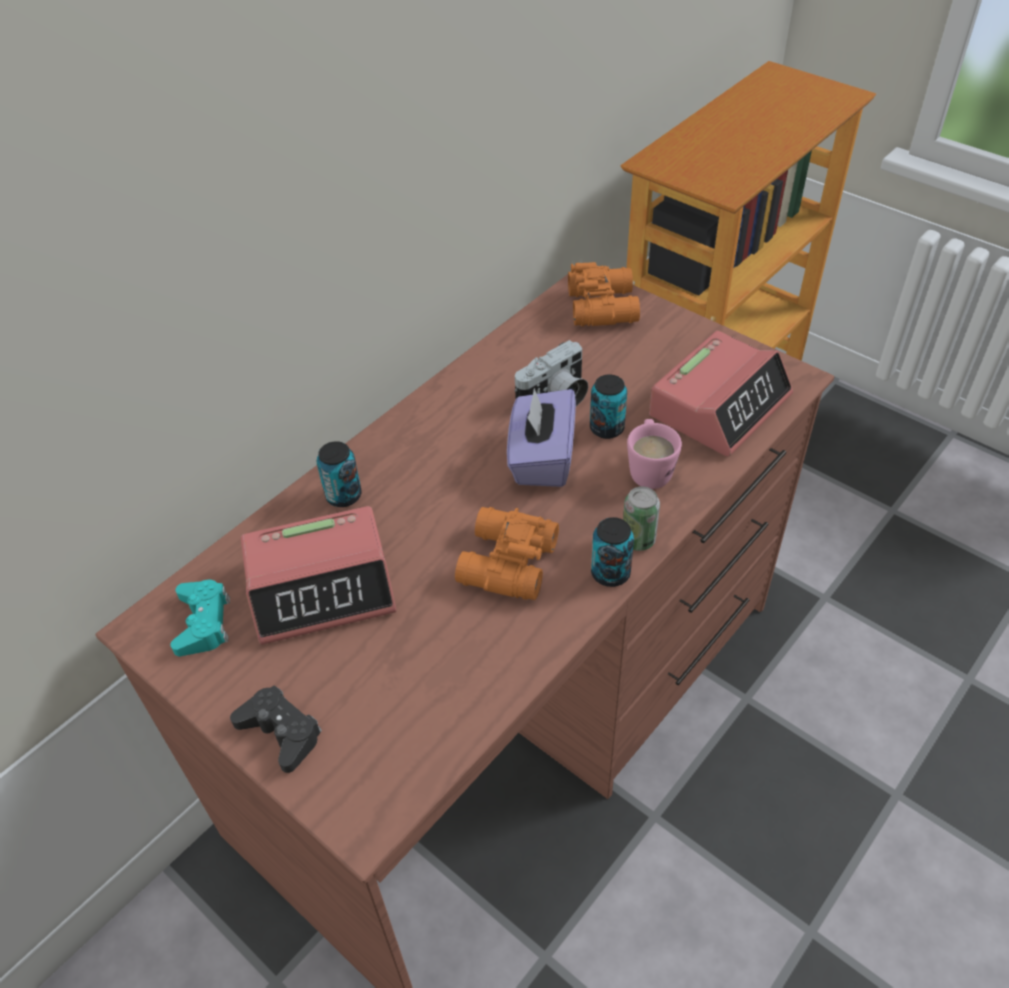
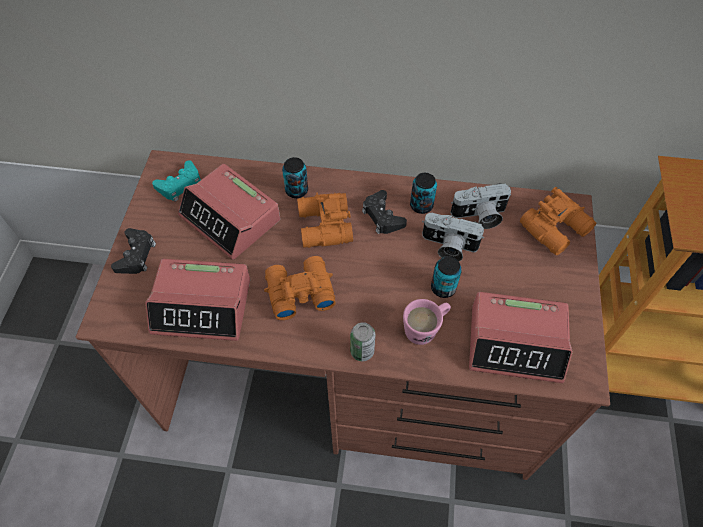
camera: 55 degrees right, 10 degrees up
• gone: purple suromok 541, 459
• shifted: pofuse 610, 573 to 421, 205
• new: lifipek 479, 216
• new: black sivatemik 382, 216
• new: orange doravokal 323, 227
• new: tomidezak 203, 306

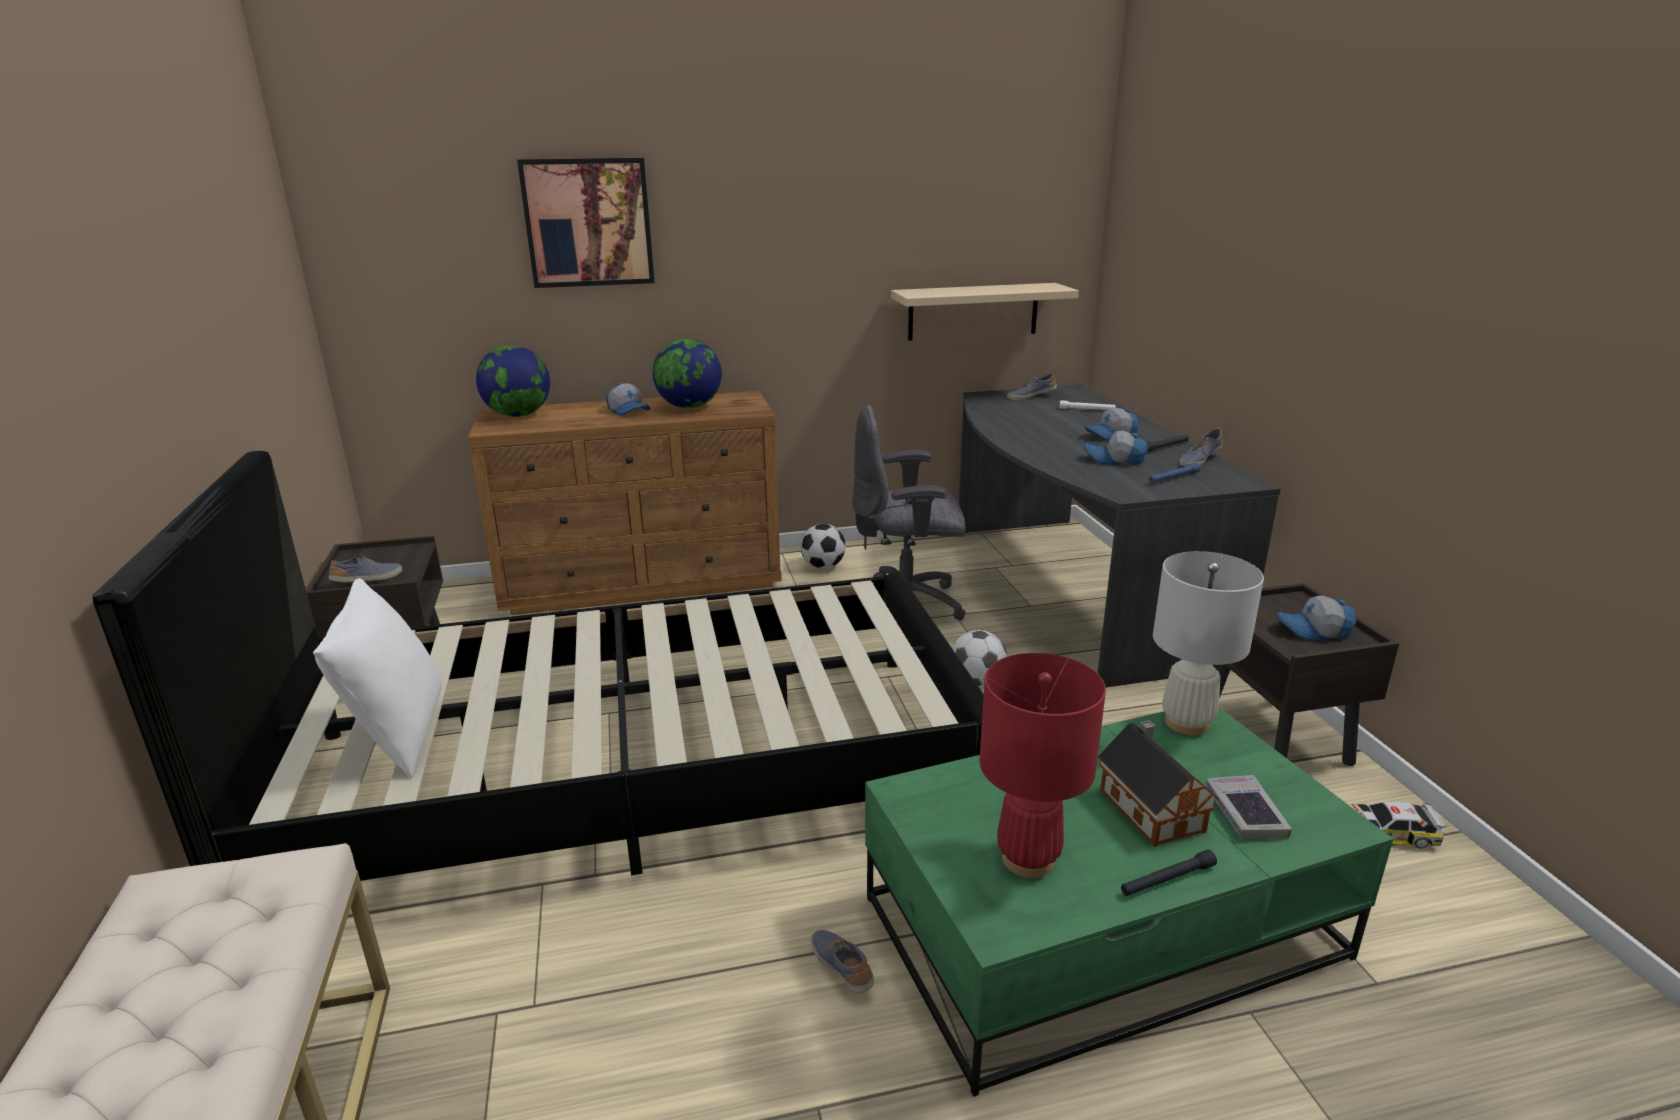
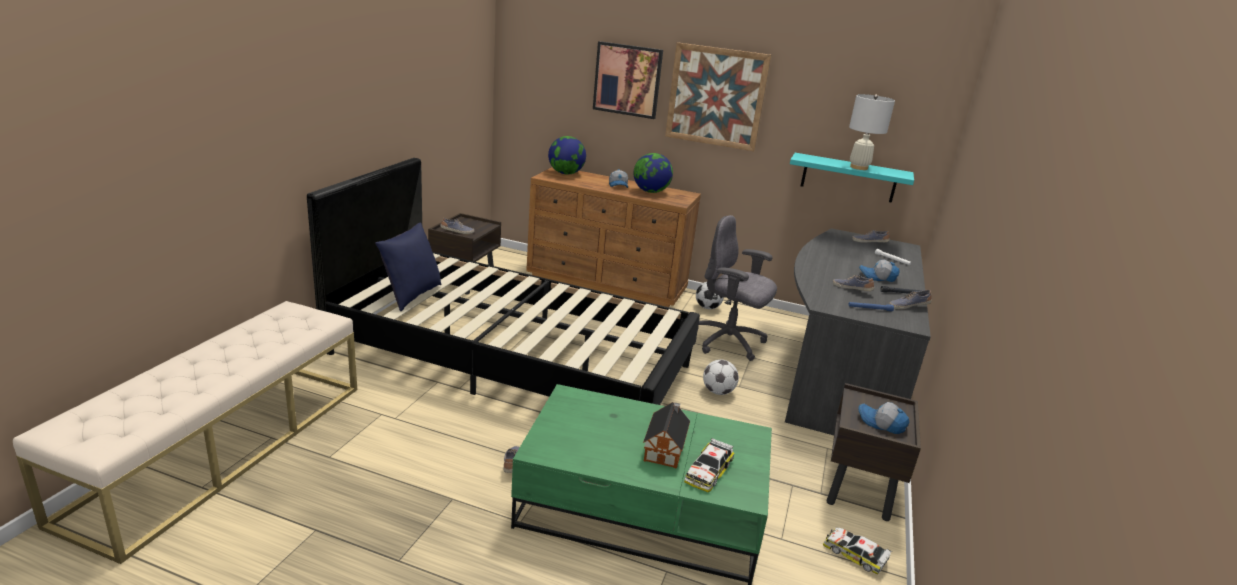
camera: 30 degrees right, 0 degrees up
• repainted: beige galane 973, 311 to turquoise galane 849, 178
• swapped: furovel 1114, 460 to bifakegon 852, 289
• shifted: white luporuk 1187, 723 to 858, 167
• repainted: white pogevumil 398, 736 to blue pogevumil 411, 296
• gone: red luporuk 1027, 859
• swapped: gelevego 1245, 813 to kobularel 708, 471
• gone: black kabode 1167, 880
• new: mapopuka 716, 97

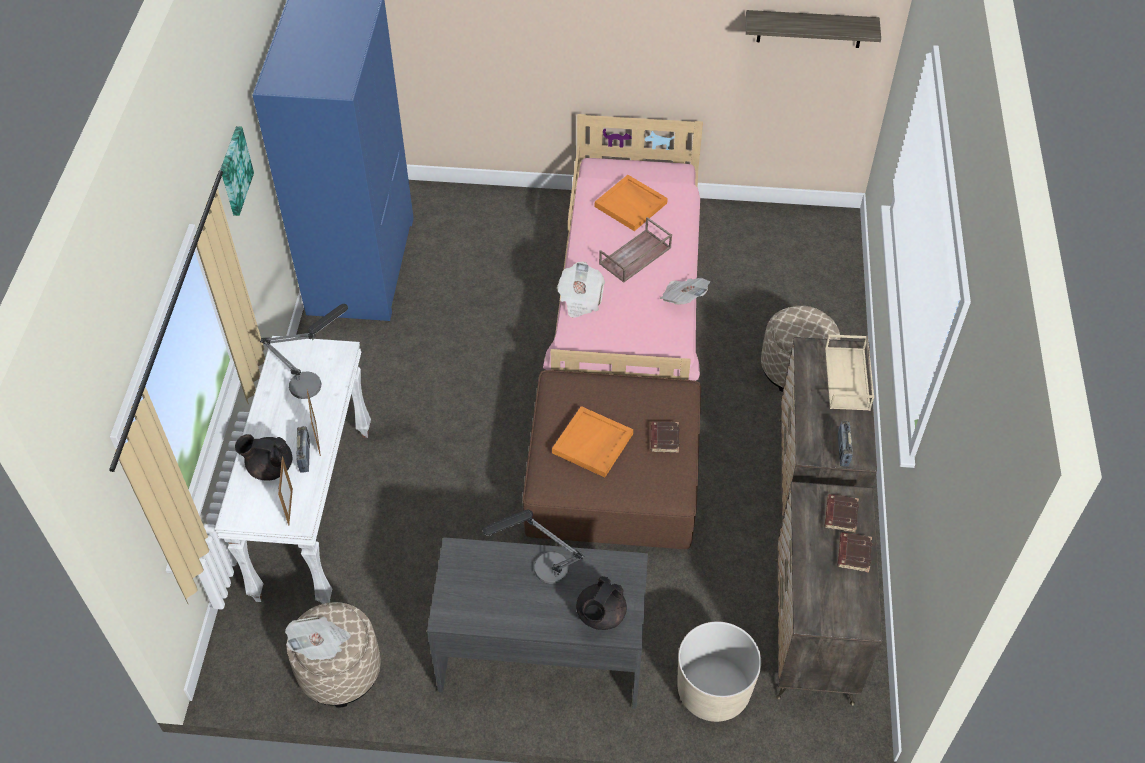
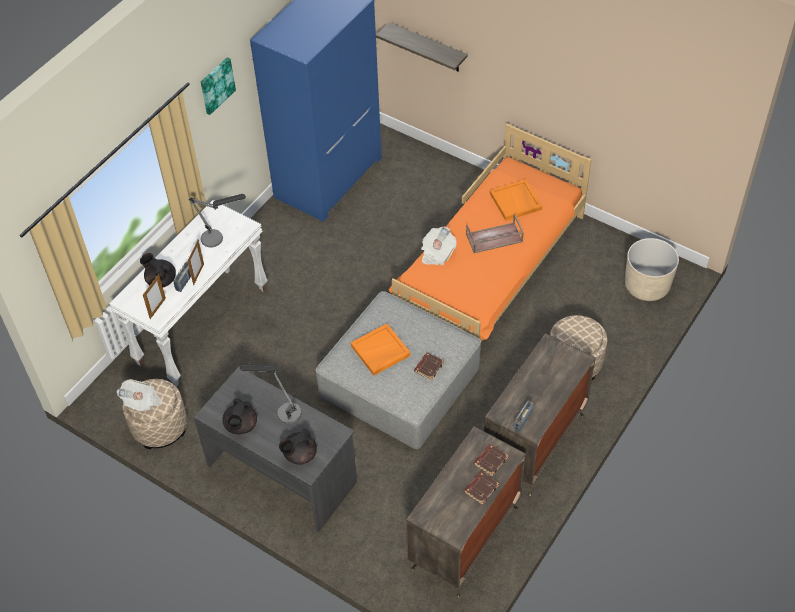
camera: 30 degrees right, 0 degrees up
• shifted: galane 810, 29 to 427, 48
• repainted: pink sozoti 629, 296 to orange sozoti 491, 266
• gone: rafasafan 683, 298
• gone: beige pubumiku 848, 379
• repainted: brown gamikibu 614, 476 to grey gamikibu 401, 382
• shifted: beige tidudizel 713, 690 to 646, 286
• new: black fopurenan 240, 426

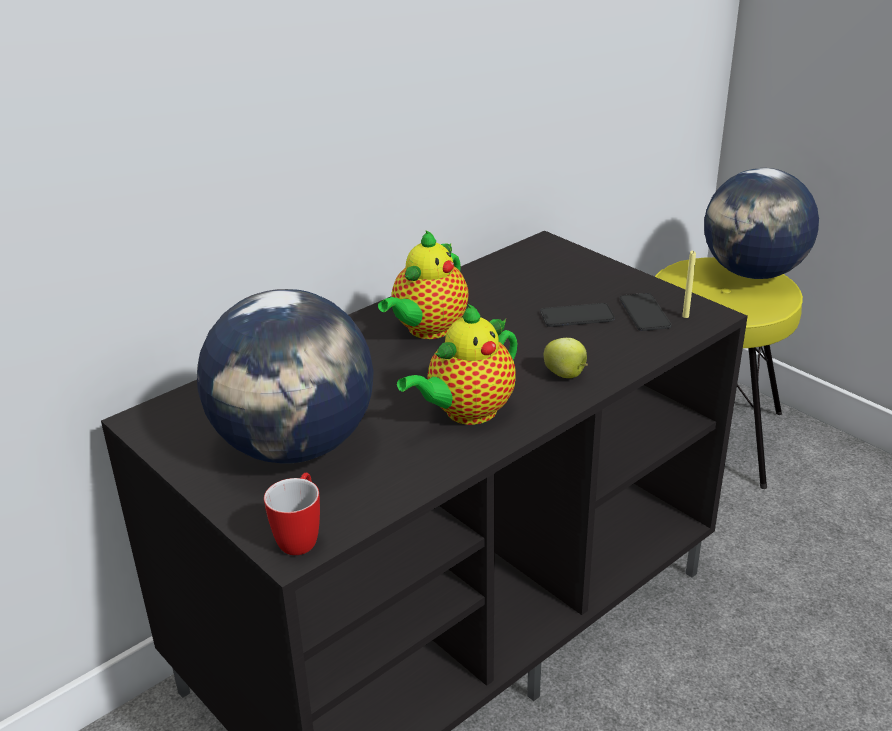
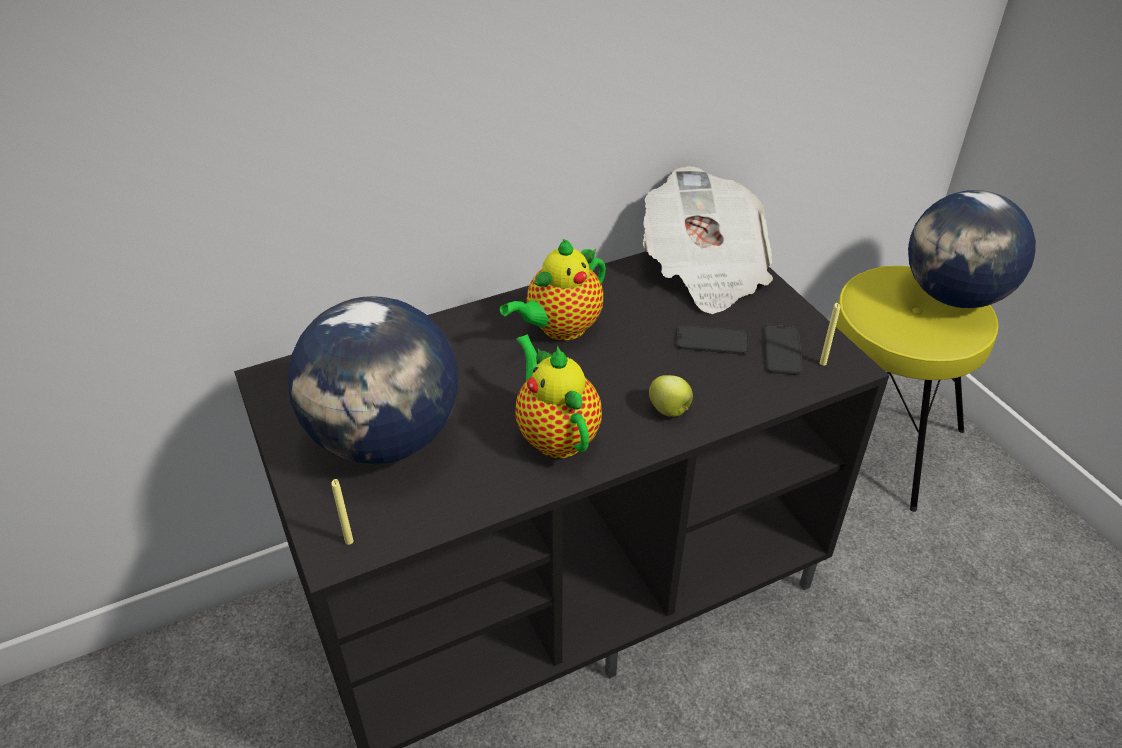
camera: 15 degrees right, 10 degrees up
• rotated: fopurenan 466, 412 = 555, 435 90 degrees clockwise
• swapped: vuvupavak 301, 536 to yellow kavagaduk 349, 541
• new: rafasafan 704, 270

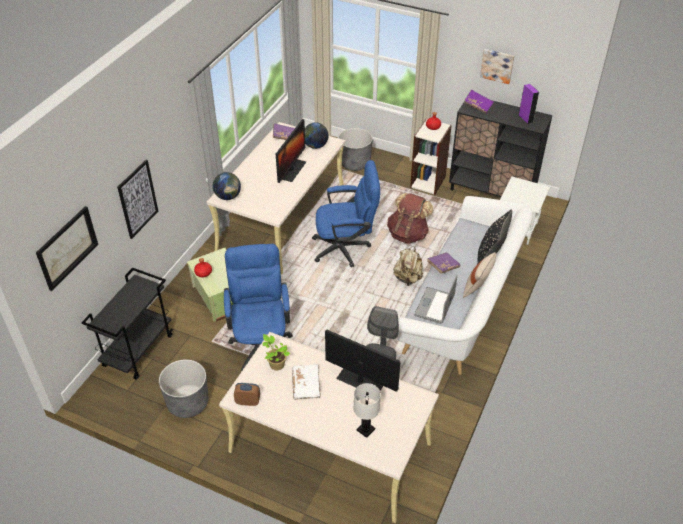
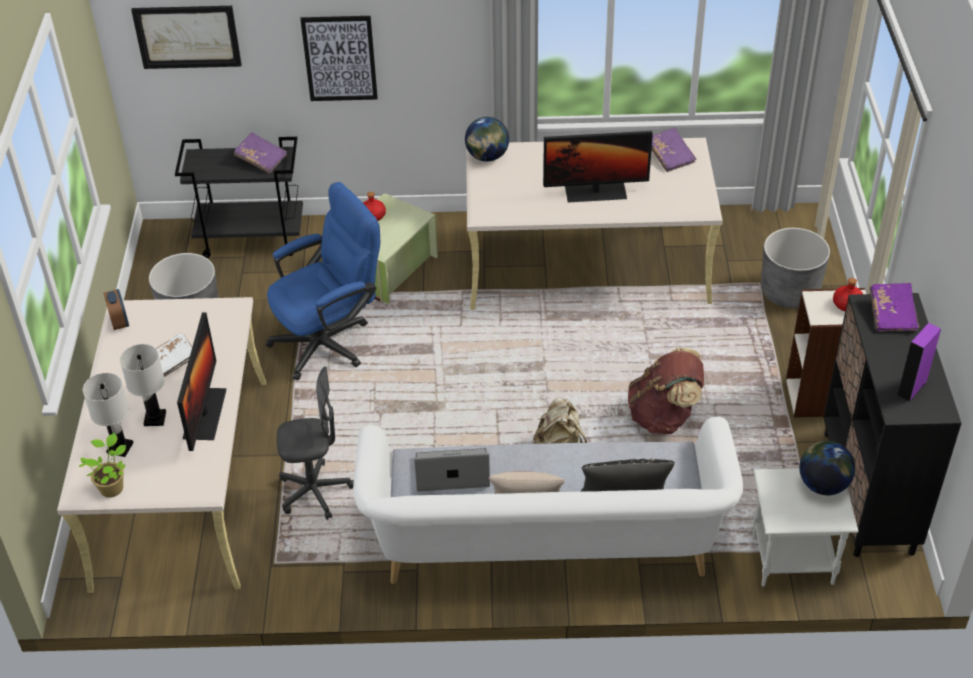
camera: 65 degrees right, 0 degrees up
• gone: mapopuka 497, 65
• shifted: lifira 315, 146 to 823, 485
• gone: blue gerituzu 346, 248
• shifted: purple gelevego 443, 266 to 261, 159
• shifted: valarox 276, 364 to 112, 487
• new: white luporuk 155, 419

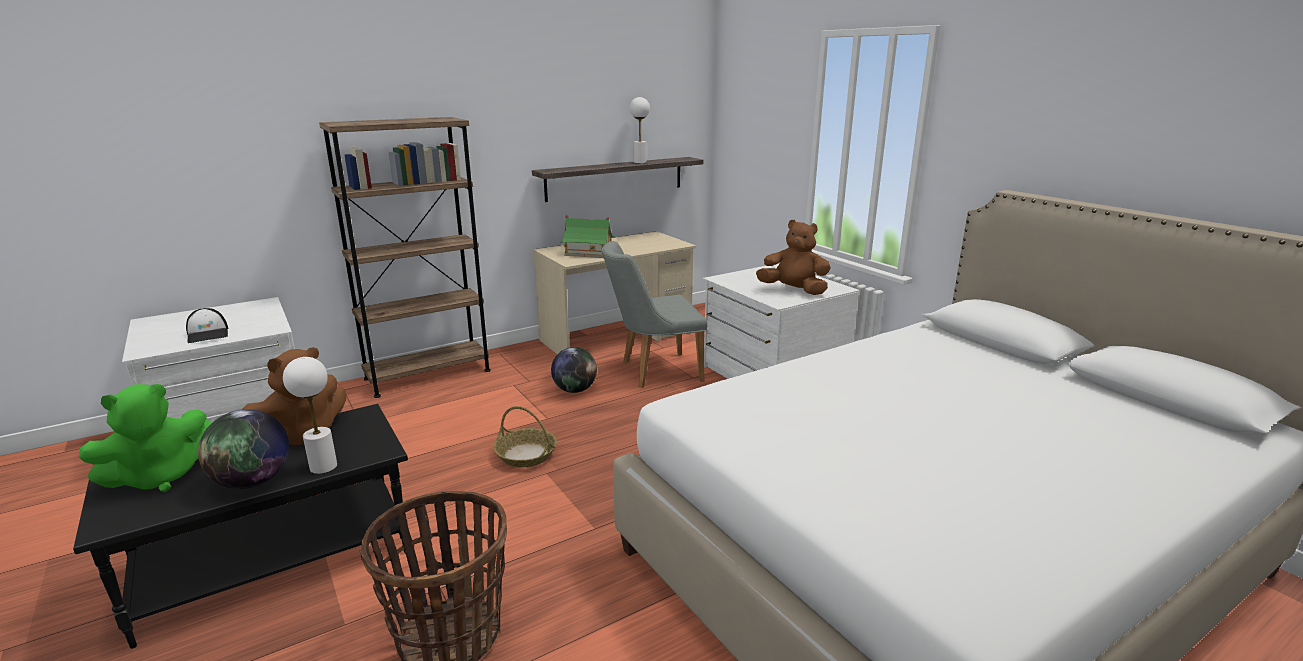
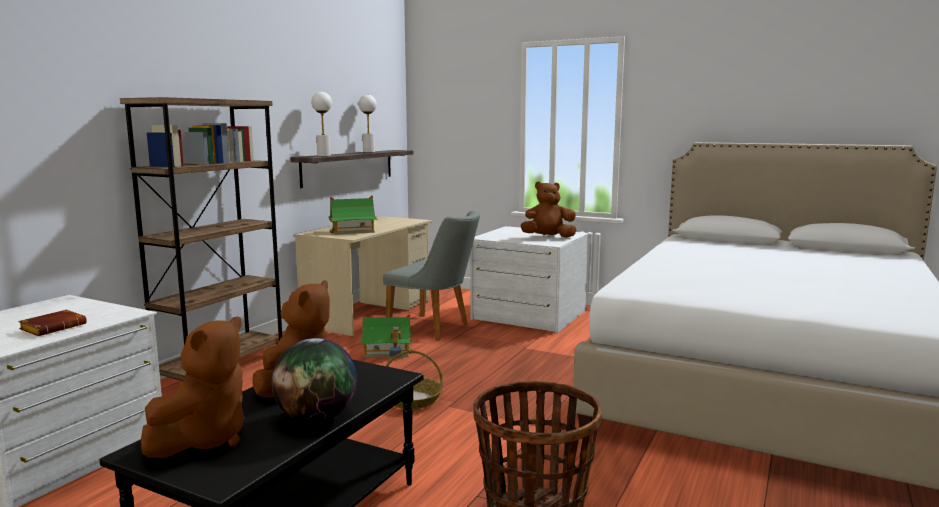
camera: 30 degrees left, 10 degrees down
• rotated: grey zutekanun 653, 371 = 435, 329 105 degrees counterclockwise
• swapped: furovel 208, 334 to brown gelevego 54, 327
• swapped: lifira 574, 390 to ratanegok 387, 352
• shifted: white luporuk 323, 466 to 323, 155
• repainted: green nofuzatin 161, 477 to brown nofuzatin 204, 439

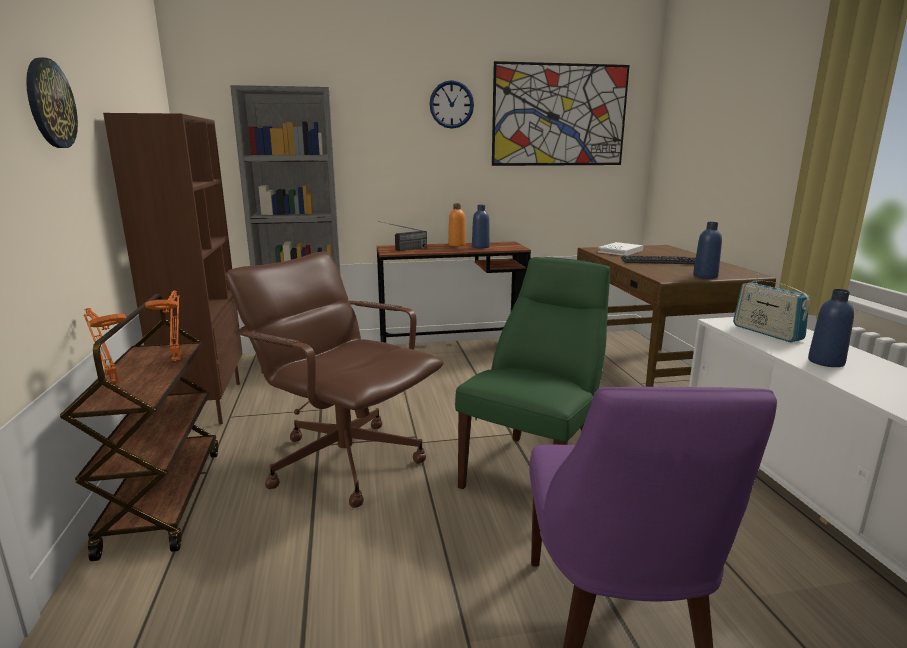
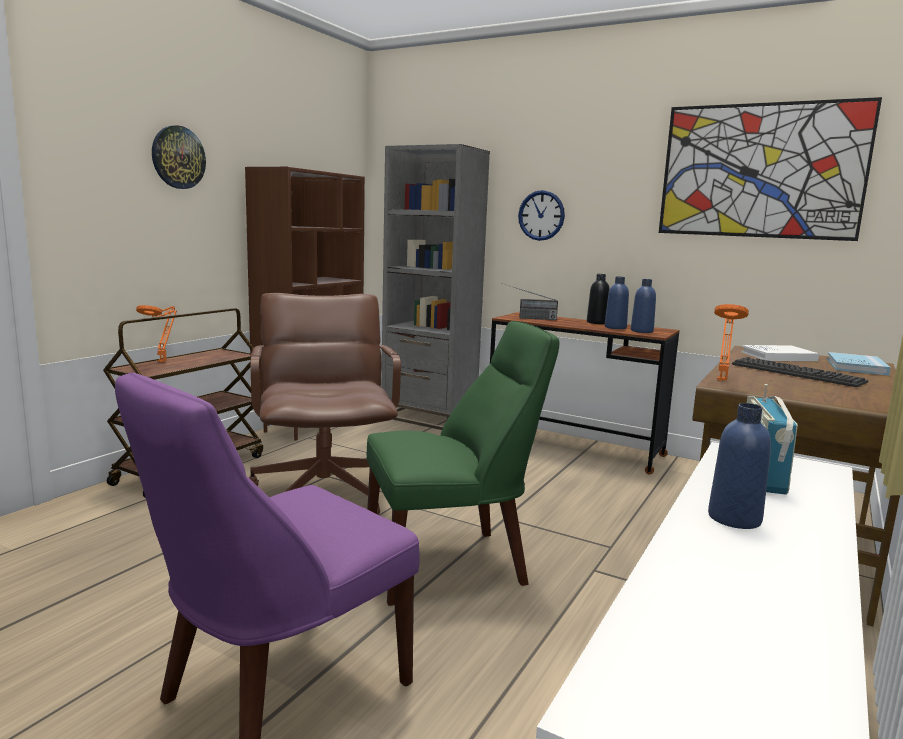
camera: 40 degrees right, 5 degrees down
• shifted: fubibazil 451, 104 to 541, 215
• repainted: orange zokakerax 457, 245 to black zokakerax 597, 322
• shifted: blue zokakerax 705, 276 to 641, 331
• shifted: orange luporuk 177, 359 to 722, 379
• new: blue gelevego 856, 367

